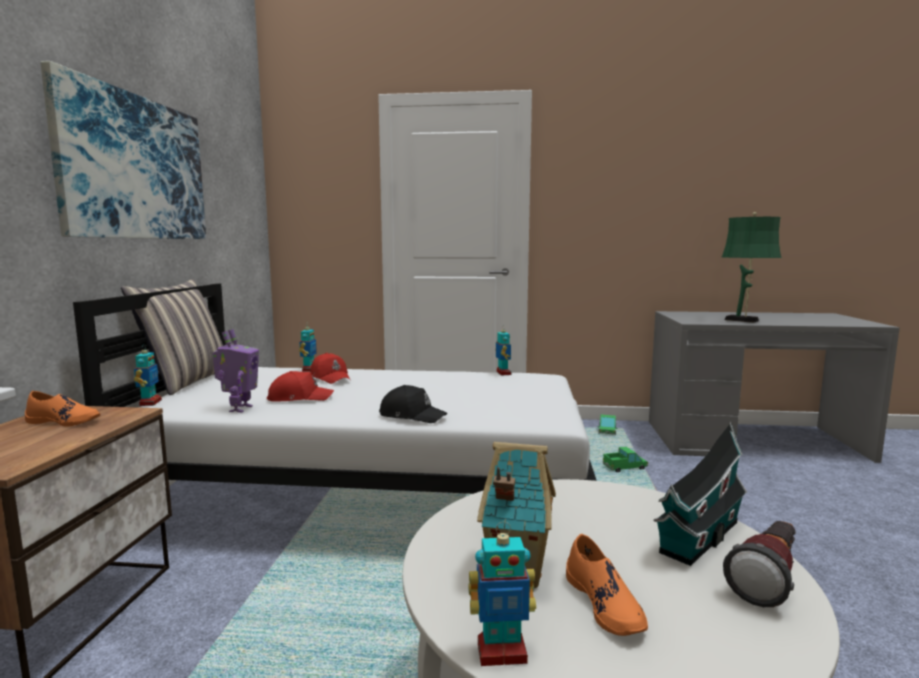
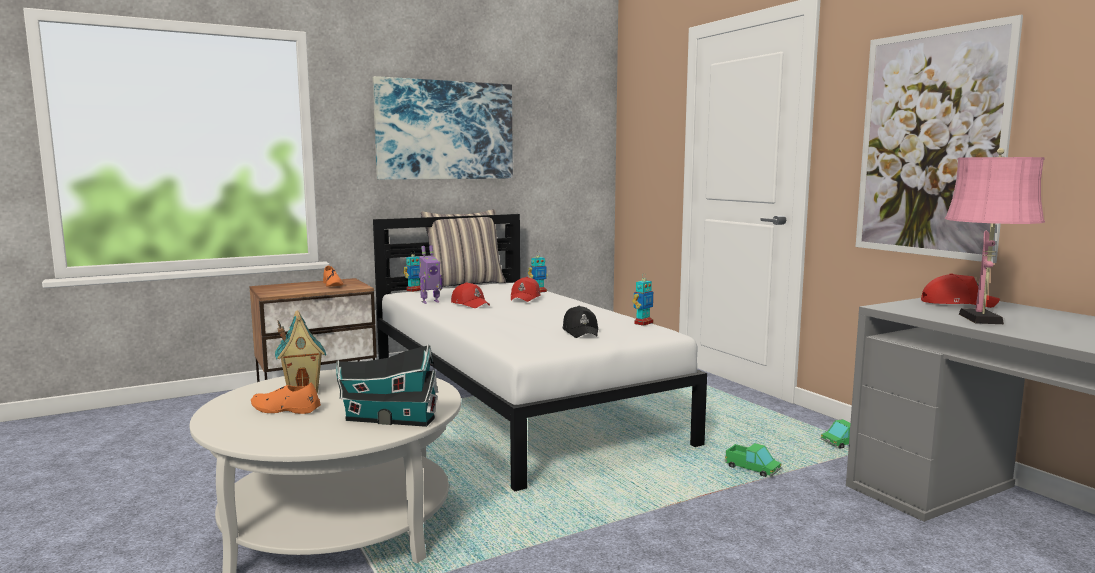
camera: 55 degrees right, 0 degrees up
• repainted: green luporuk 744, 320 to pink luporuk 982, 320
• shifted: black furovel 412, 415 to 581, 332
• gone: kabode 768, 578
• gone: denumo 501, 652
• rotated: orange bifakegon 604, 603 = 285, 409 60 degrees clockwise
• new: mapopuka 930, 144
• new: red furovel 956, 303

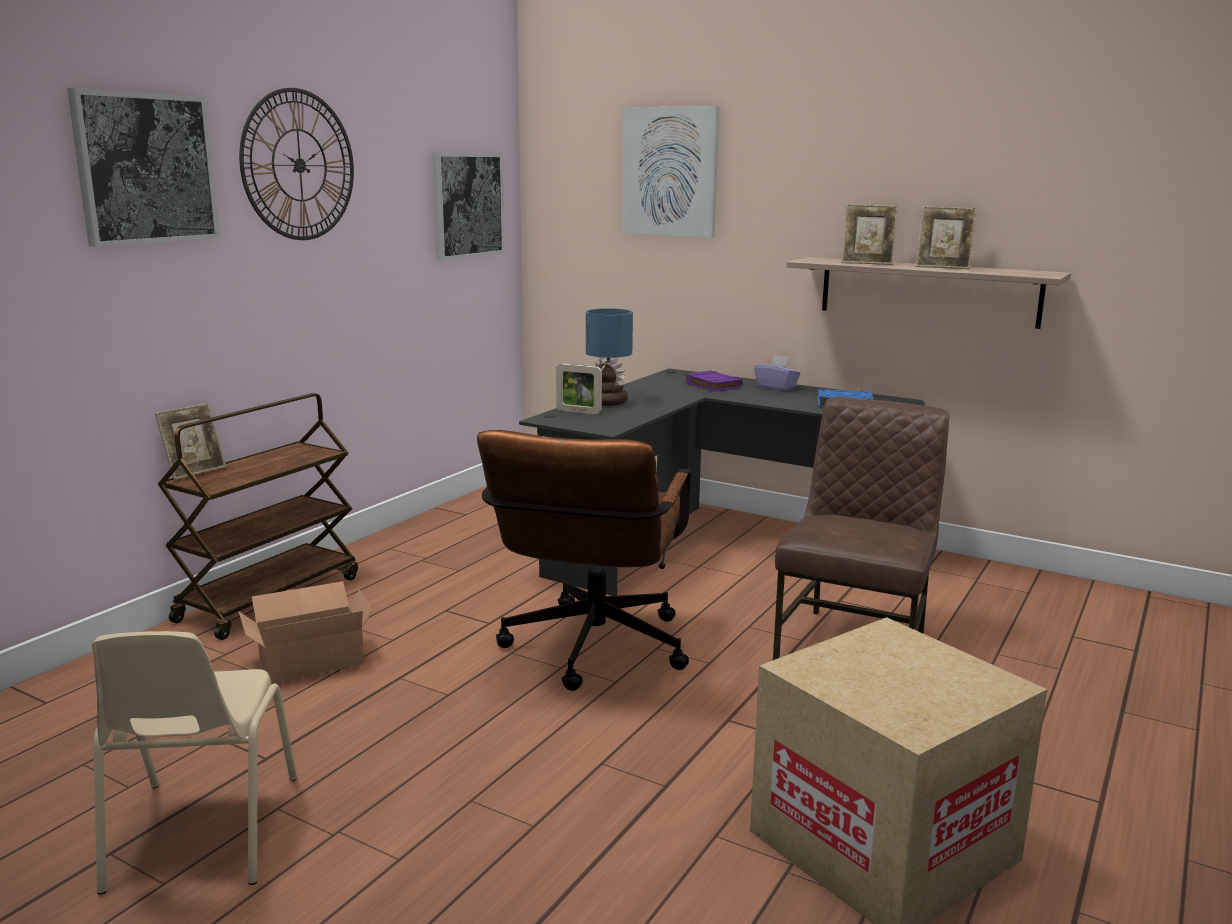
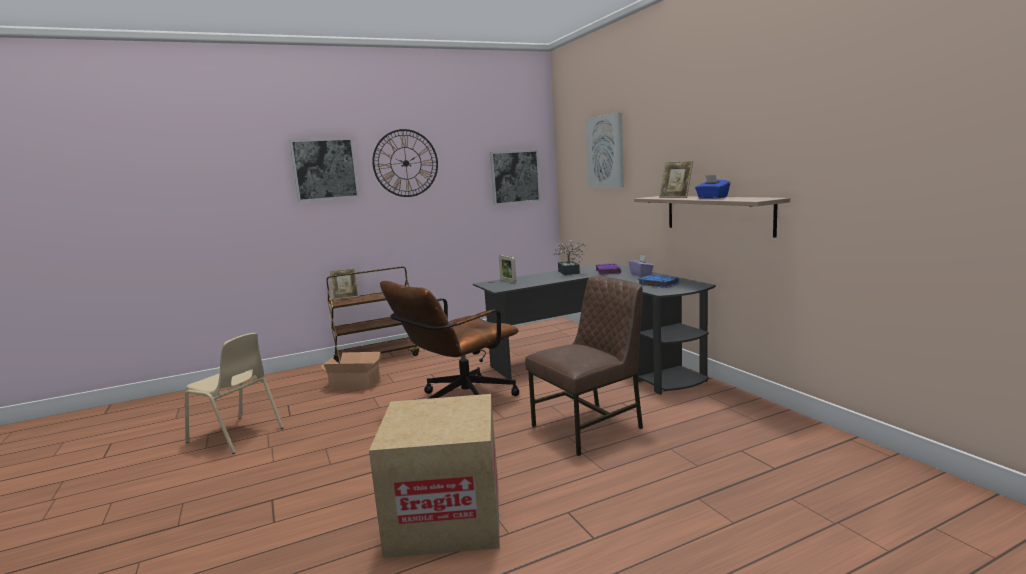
camera: 35 degrees right, 5 degrees down
• swapped: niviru 943, 267 to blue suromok 712, 198
• gone: luporuk 609, 402
• rotated: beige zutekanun 201, 834 = 236, 435 90 degrees counterclockwise
• new: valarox 569, 273

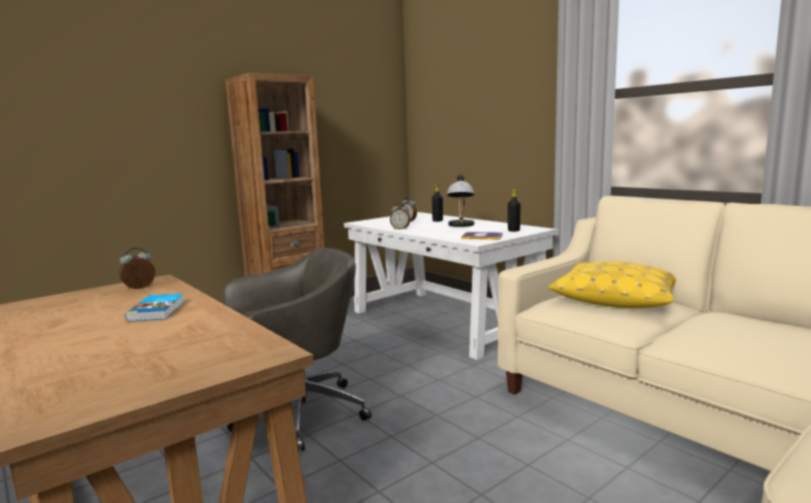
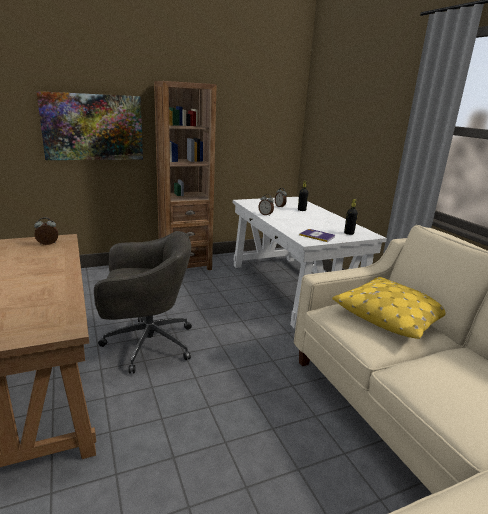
camera: 15 degrees right, 10 degrees up
• gone: luporuk 461, 226
• gone: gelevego 158, 310
• new: mapopuka 93, 127

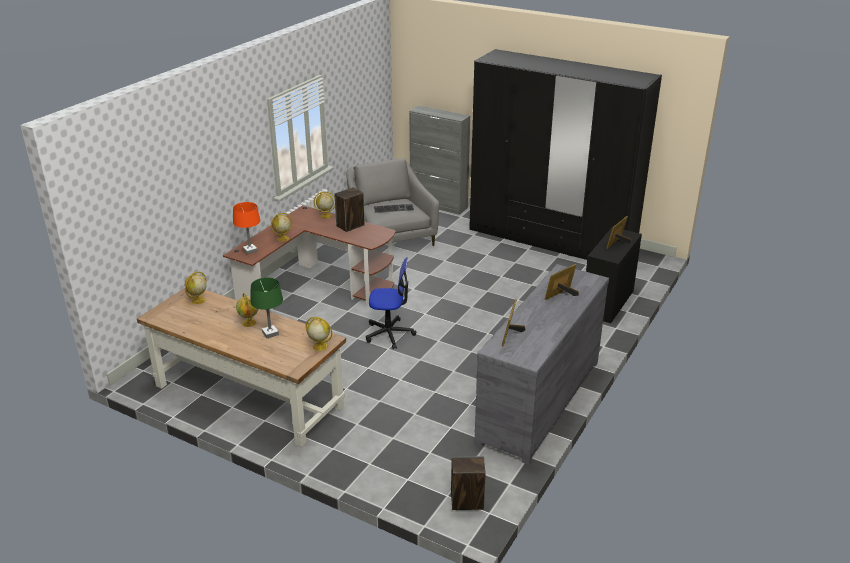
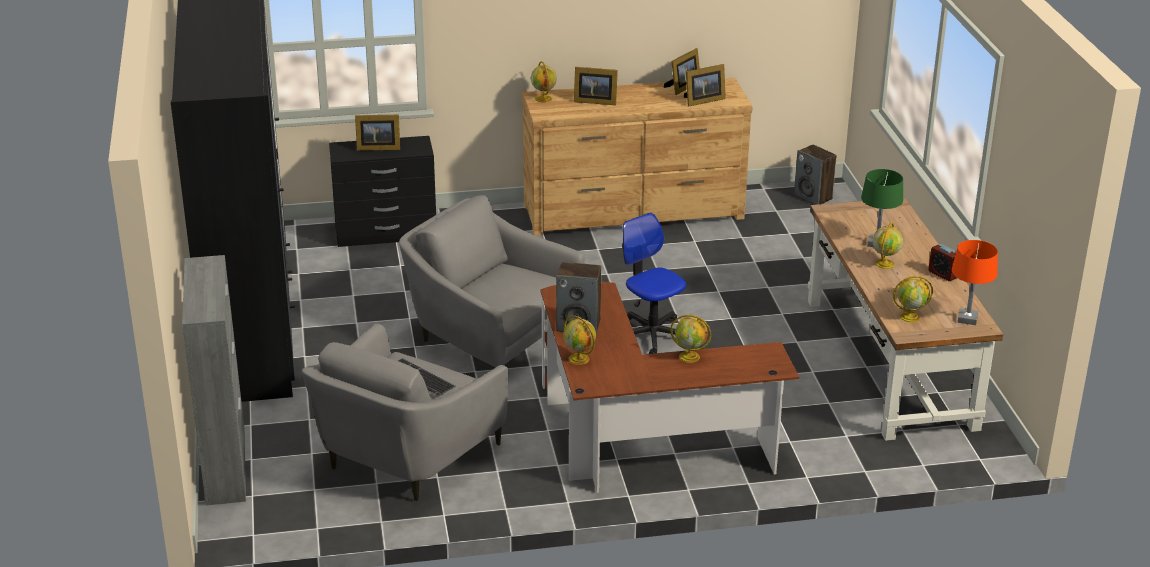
camera: 130 degrees left, 0 degrees up
• shifted: orange luporuk 250, 250 to 967, 319
• repainted: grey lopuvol 538, 400 to brown lopuvol 634, 212
• shifted: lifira 319, 346 to 544, 99
• new: niviru 682, 87
• new: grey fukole 490, 337
• new: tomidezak 943, 274

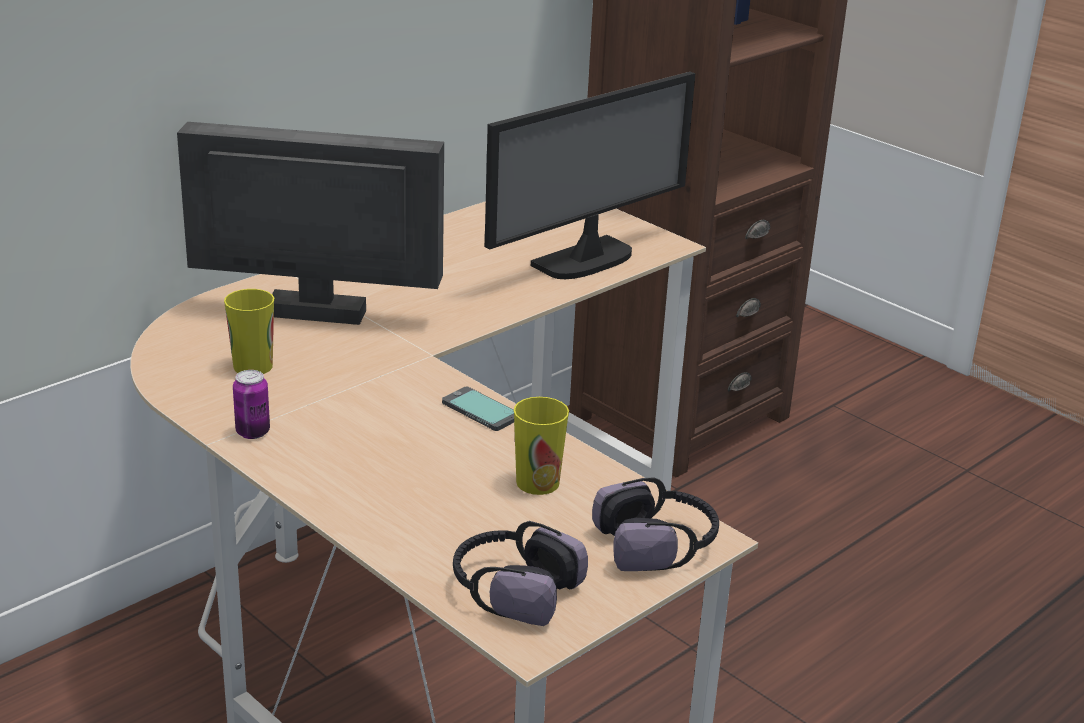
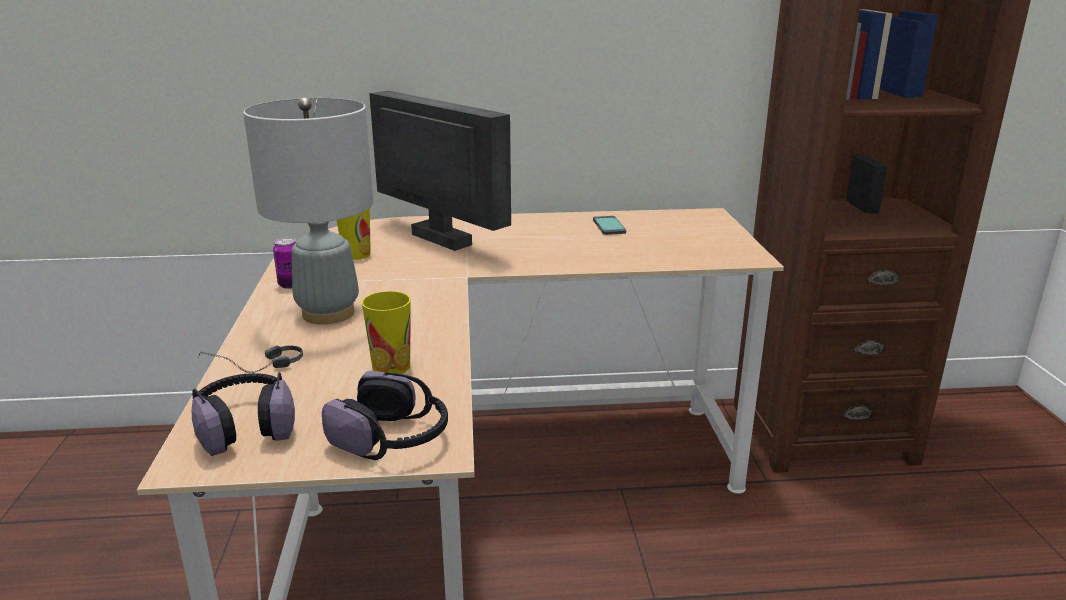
camera: 40 degrees right, 5 degrees down
• gone: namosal 586, 261
• shifted: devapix 480, 410 to 608, 226
• new: grey luporuk 328, 313
• new: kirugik 255, 368

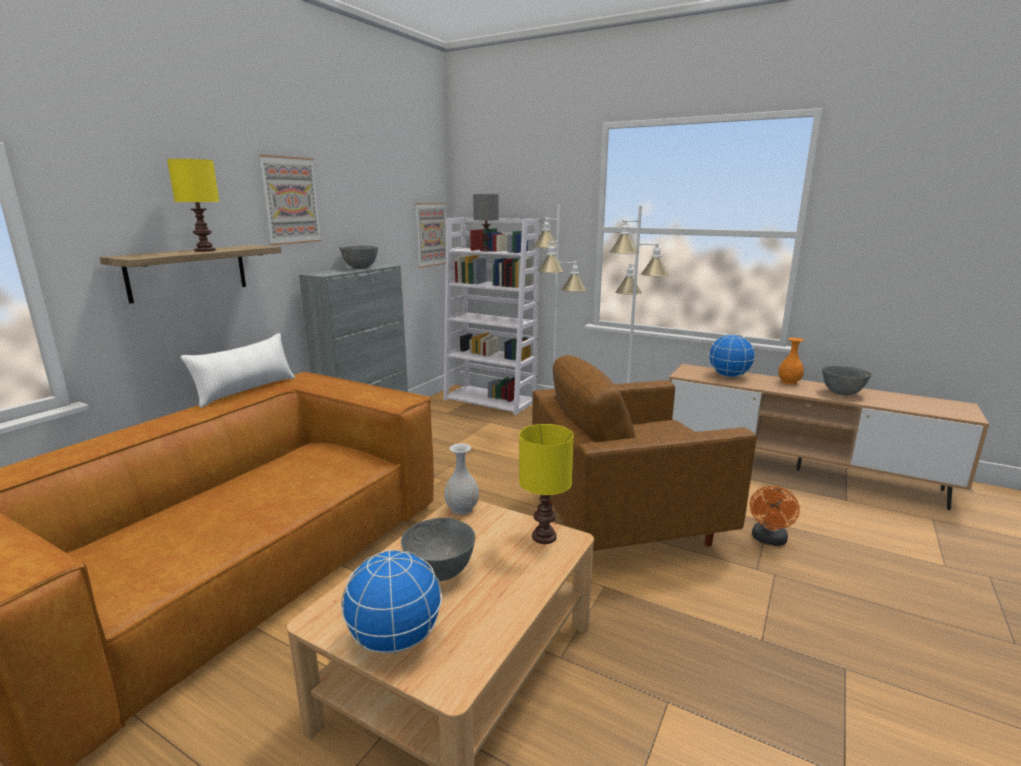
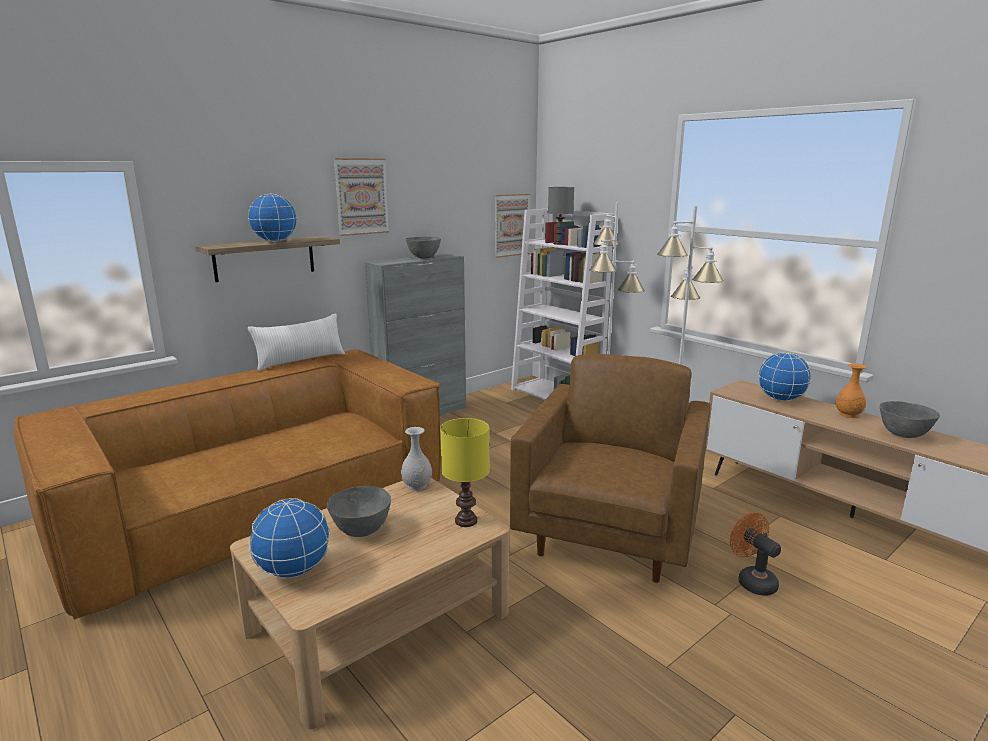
camera: 20 degrees right, 0 degrees up
• swapped: yellow luporuk 206, 250 to lifira 275, 241
• rotated: brown fukole 626, 522 = 610, 533 105 degrees clockwise
• rotated: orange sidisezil 769, 540 = 752, 581 105 degrees clockwise

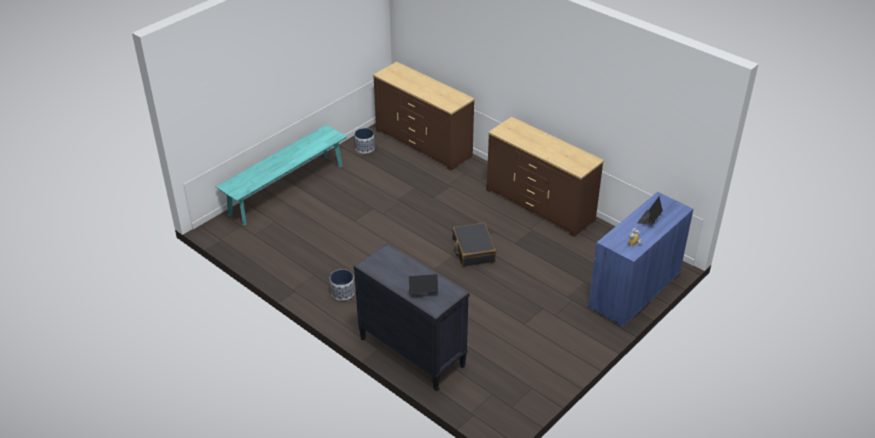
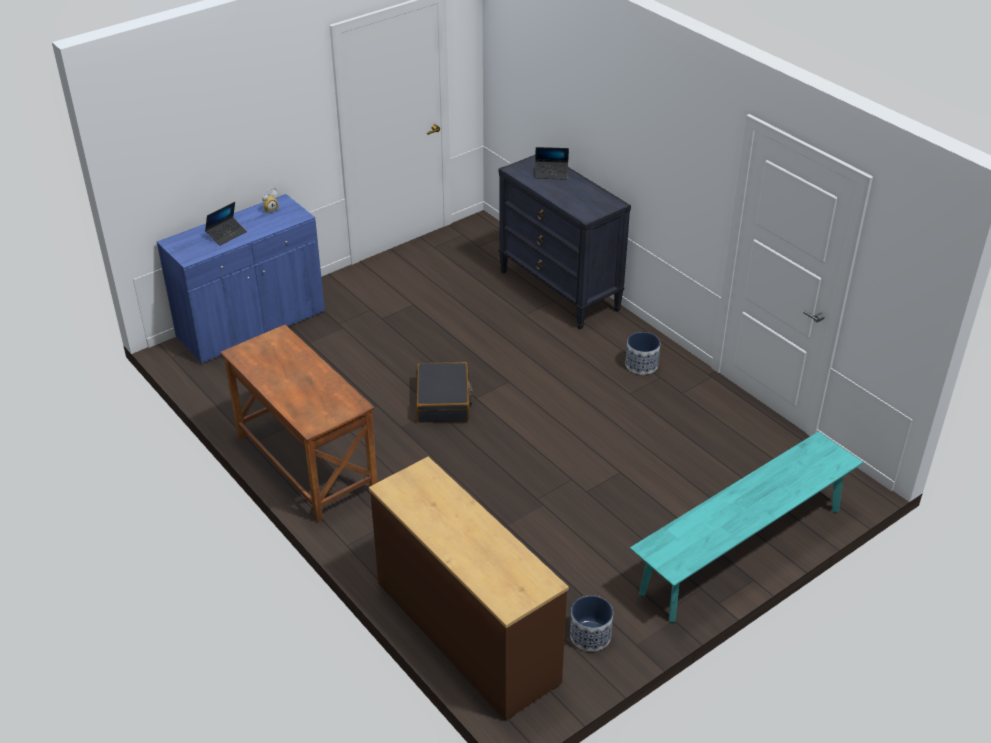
camera: 170 degrees left, 0 degrees up
• swapped: brown lopuvol 540, 205 to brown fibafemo 305, 463

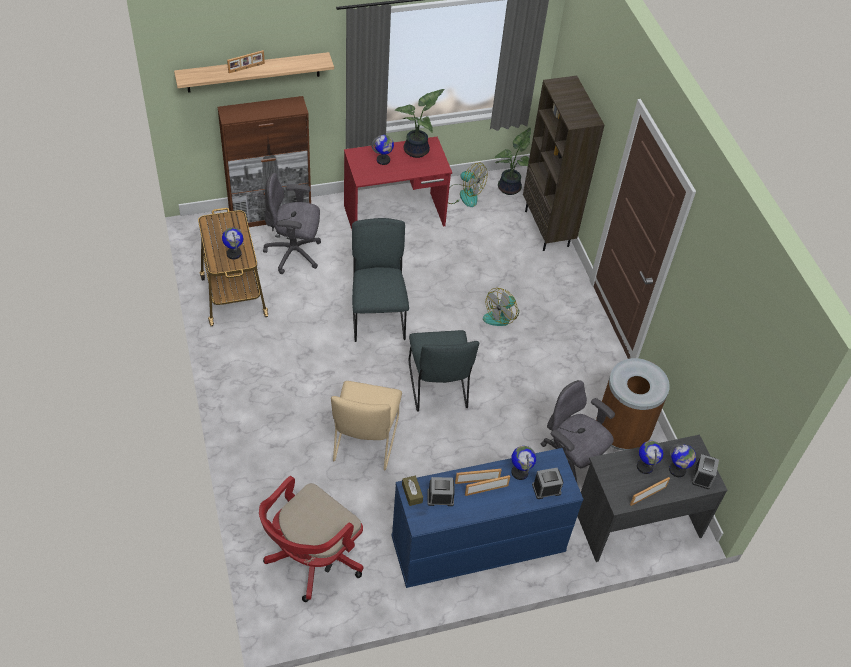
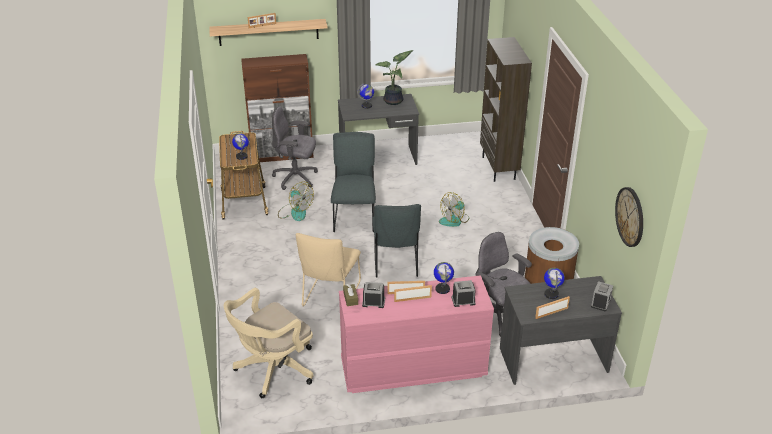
camera: 10 degrees right, 15 degrees down
• gone: valarox 511, 188
• repainted: red fibafemo 395, 216 to grey fibafemo 378, 158
• shifted: sidisezil 464, 195 to 295, 212
• gone: lifira 677, 470
• repainted: blue lopuvol 477, 546 to pink lopuvol 412, 368
• repainted: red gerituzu 311, 559 to beige gerituzu 272, 370
• new: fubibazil 630, 216

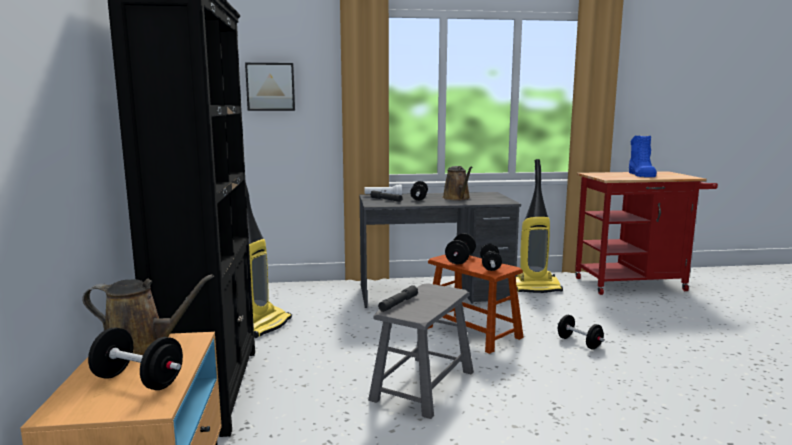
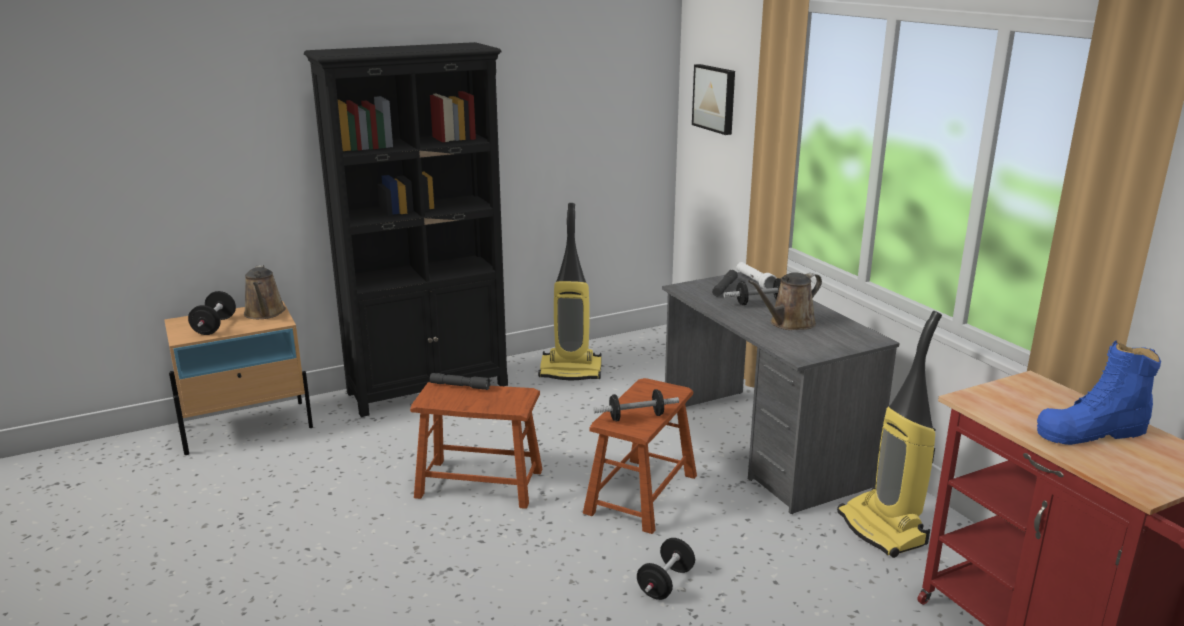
camera: 70 degrees right, 10 degrees up
• gone: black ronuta 460, 260
• repainted: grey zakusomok 423, 385 to brown zakusomok 480, 483

